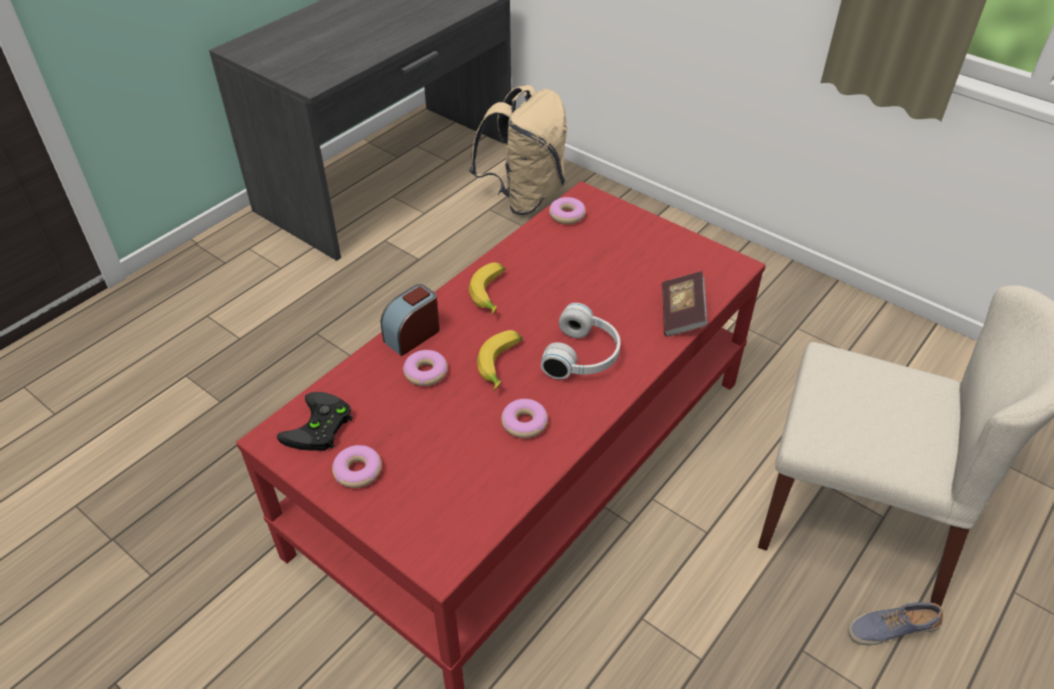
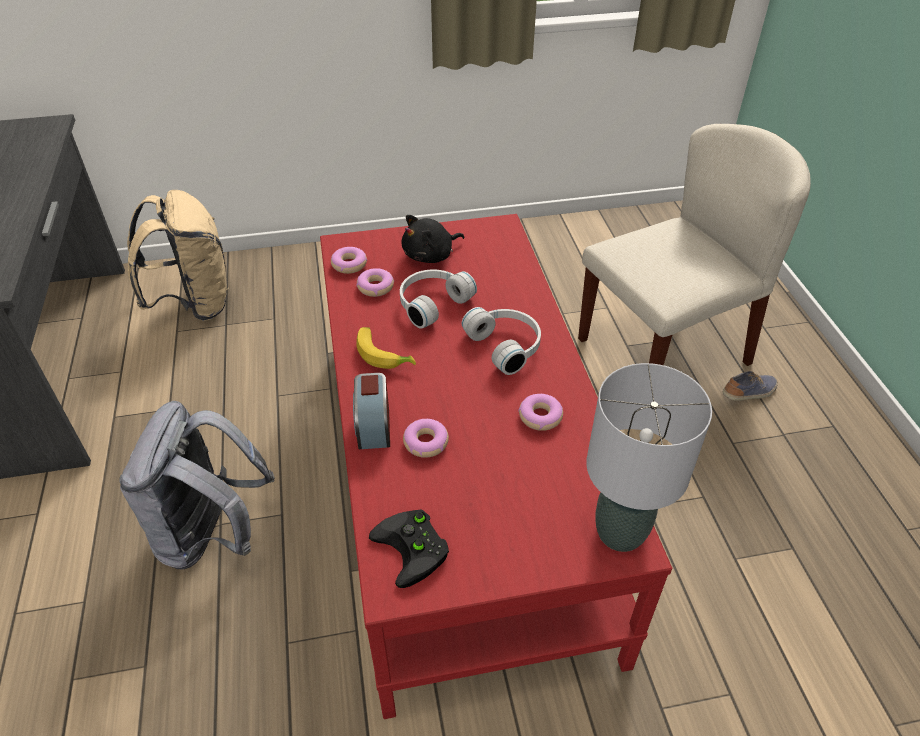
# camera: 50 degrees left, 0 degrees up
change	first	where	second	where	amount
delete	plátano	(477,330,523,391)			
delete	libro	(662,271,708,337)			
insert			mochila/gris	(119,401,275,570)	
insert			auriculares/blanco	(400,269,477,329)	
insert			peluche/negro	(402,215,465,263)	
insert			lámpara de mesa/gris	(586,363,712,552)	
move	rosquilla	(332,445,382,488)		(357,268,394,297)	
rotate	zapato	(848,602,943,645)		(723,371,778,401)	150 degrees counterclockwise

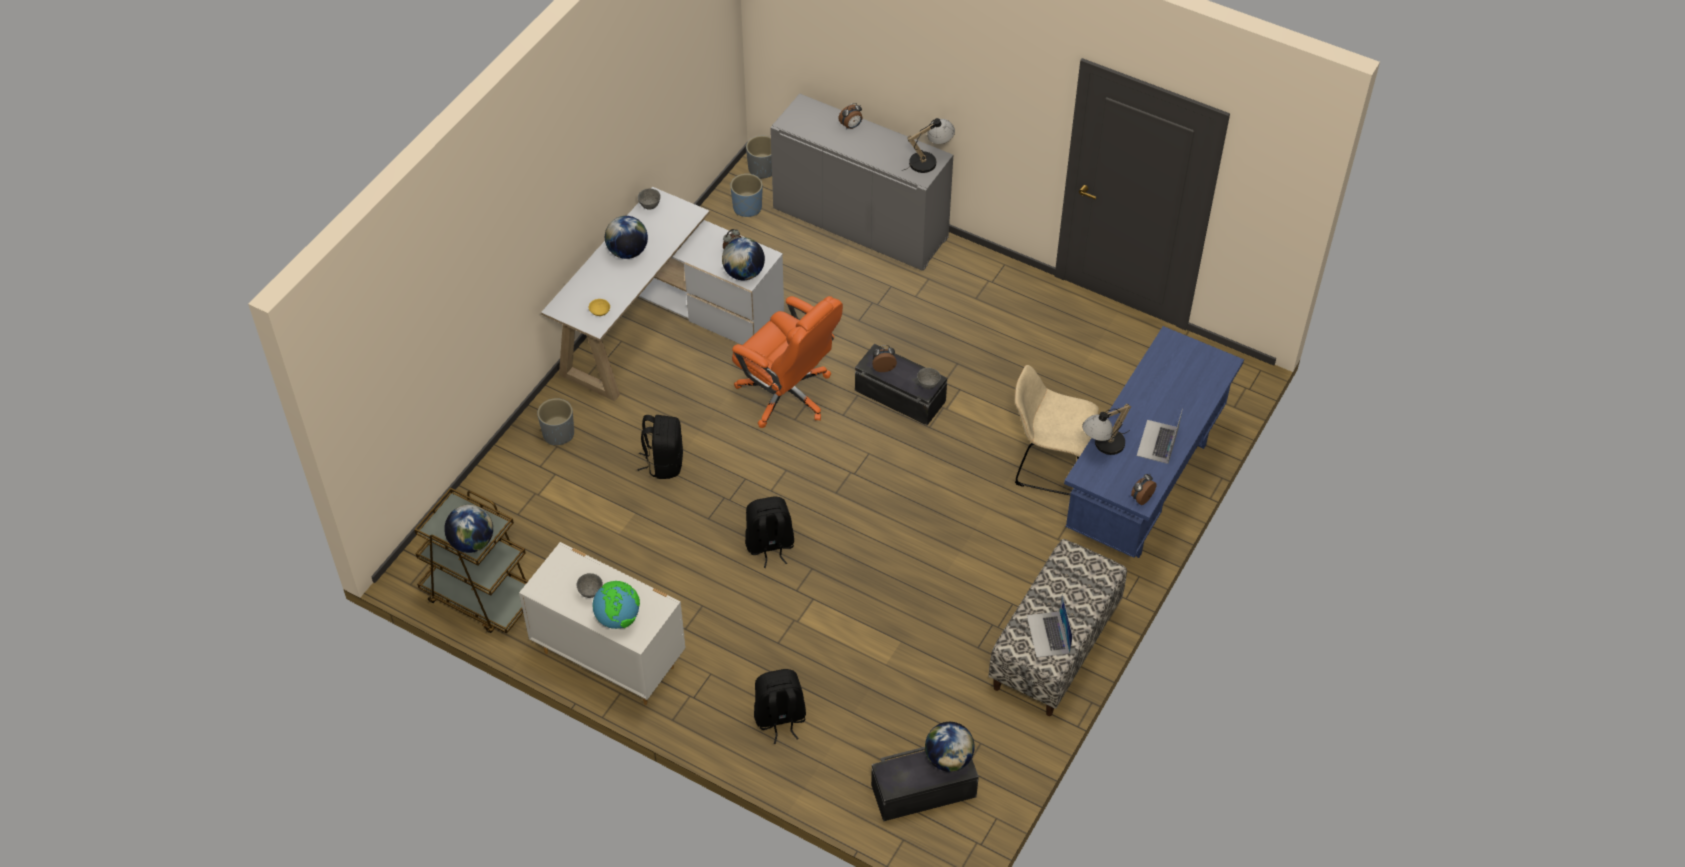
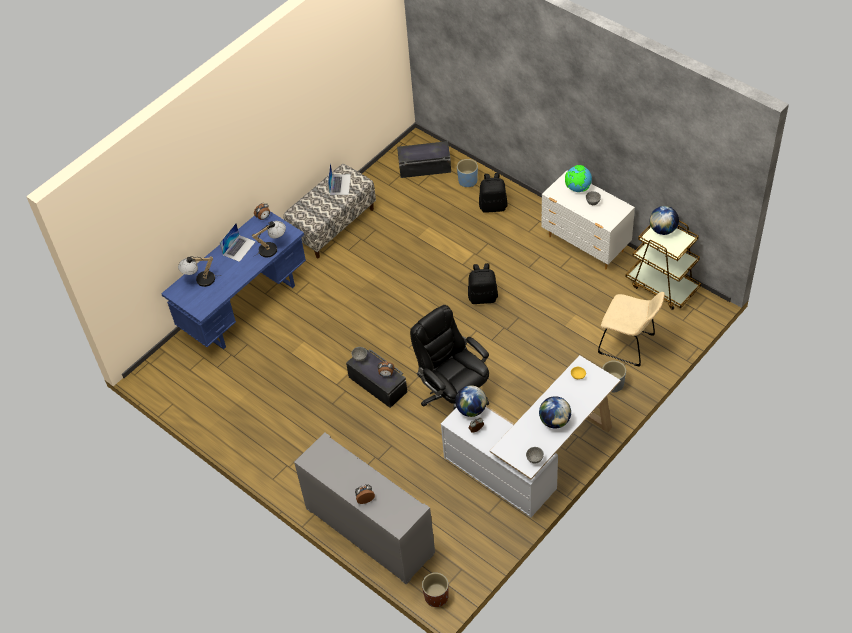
# camera: 165 degrees left, 0 degrees up
change	first	where	second	where	amount
delete	mochila/negro	(637,415,683,479)			
delete	globo terráqueo	(925,722,975,772)			
move	maceta/azul	(730,174,762,217)		(457,159,478,187)	
move	lámpara de mesa	(902,118,955,173)		(178,256,221,287)	
move	silla/beis	(1015,365,1099,495)		(598,292,665,367)	
recolor	silla de oficina/naranja	(732,296,843,428)	silla de oficina/negro	(410,305,489,410)	
recolor	maceta/gris	(746,136,772,179)	maceta/marrón	(422,573,449,607)	

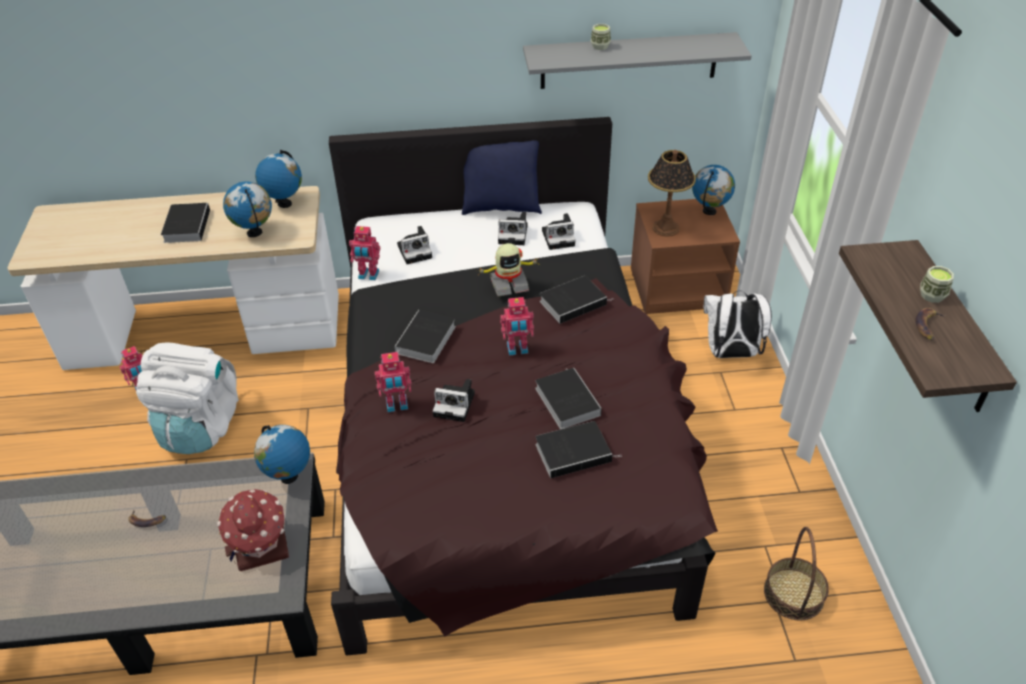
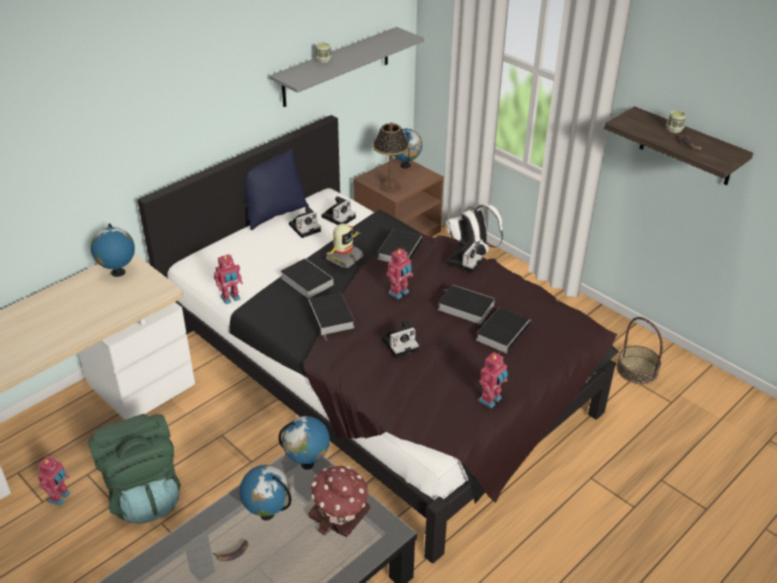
# camera: 40 degrees left, 5 degrees down
change	first	where	second	where	amount
move	libro	(161,203,210,243)		(280,258,334,298)	
move	globo terráqueo	(223,181,272,237)		(240,465,291,520)	
move	robot de juguete	(375,352,412,412)		(478,352,508,408)	
move	cámara	(397,226,432,264)		(446,240,483,273)	
recolor	mochila/blanco	(136,342,239,454)	mochila/verde	(88,414,181,524)	

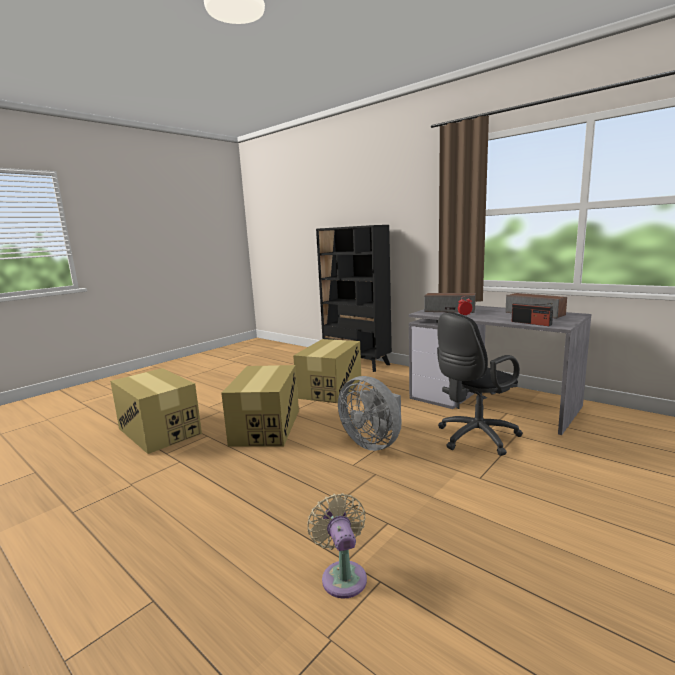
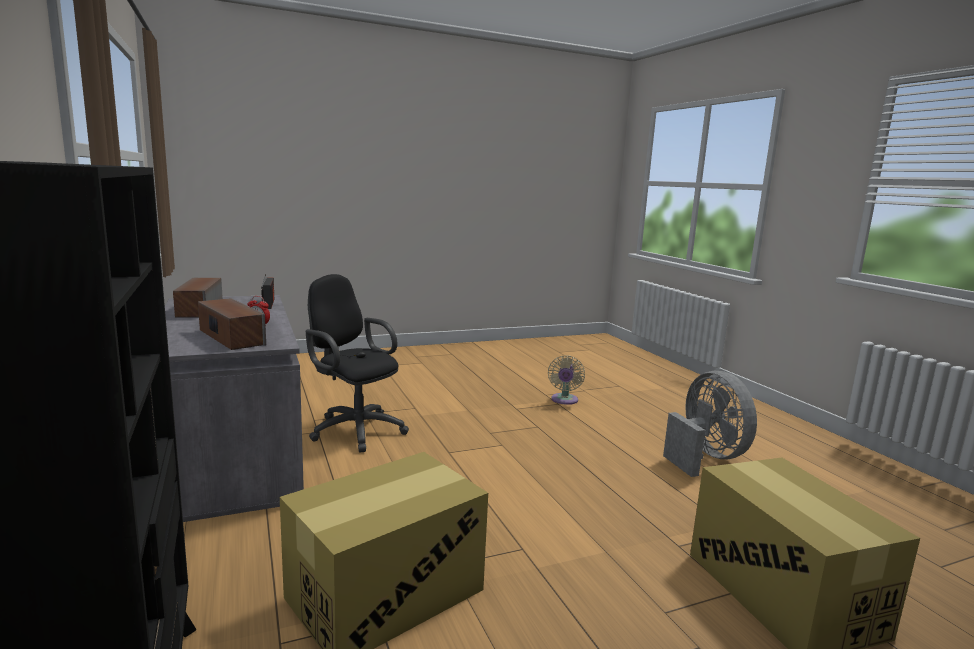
# camera: 155 degrees left, 0 degrees up
change	first	where	second	where	amount
delete	caja de cartón	(221,365,299,446)			
move	ventilador/gris	(338,376,402,451)		(663,371,757,477)	
rotate	silla de oficina/negro	(437,312,523,456)		(306,274,409,452)	135 degrees counterclockwise

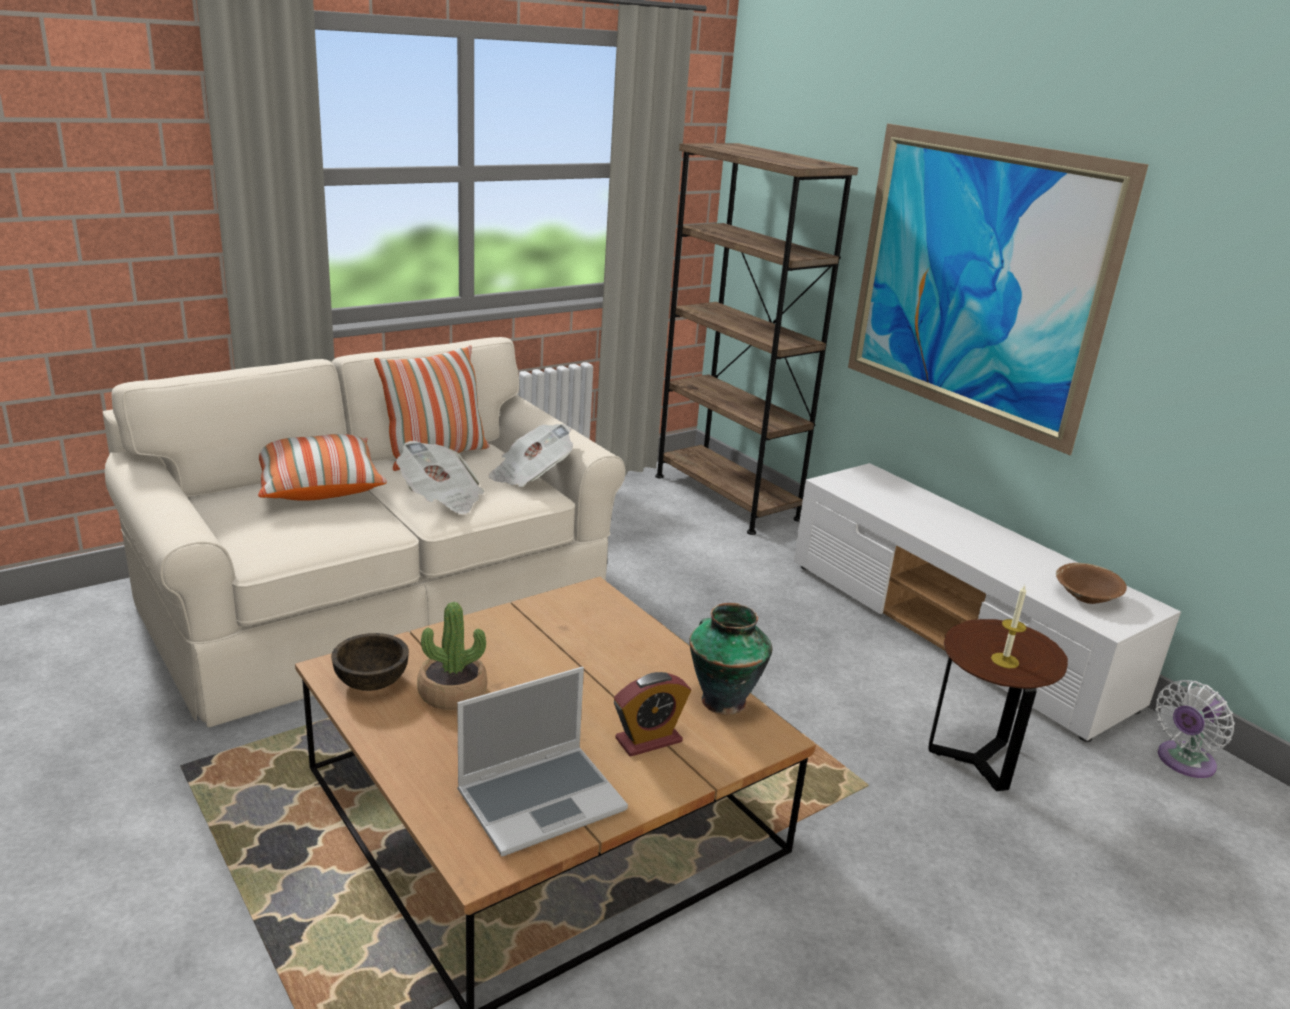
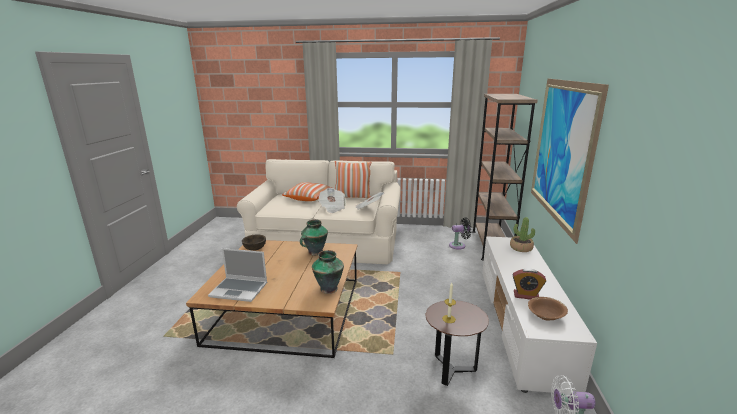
# camera: 45 degrees right, 5 degrees down
change	first	where	second	where	amount
insert			florero	(300,219,328,256)	
insert			ventilador/negro	(449,218,471,250)	
move	planta en maceta	(417,602,487,710)		(510,217,535,252)	
move	despertador	(614,672,691,757)		(513,268,546,300)	

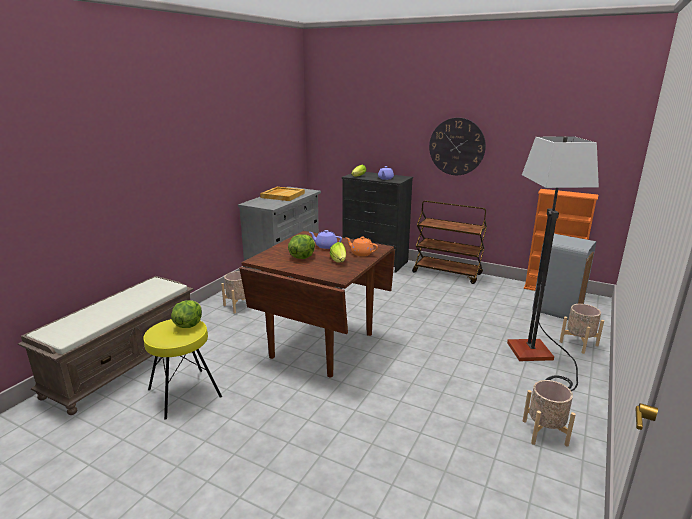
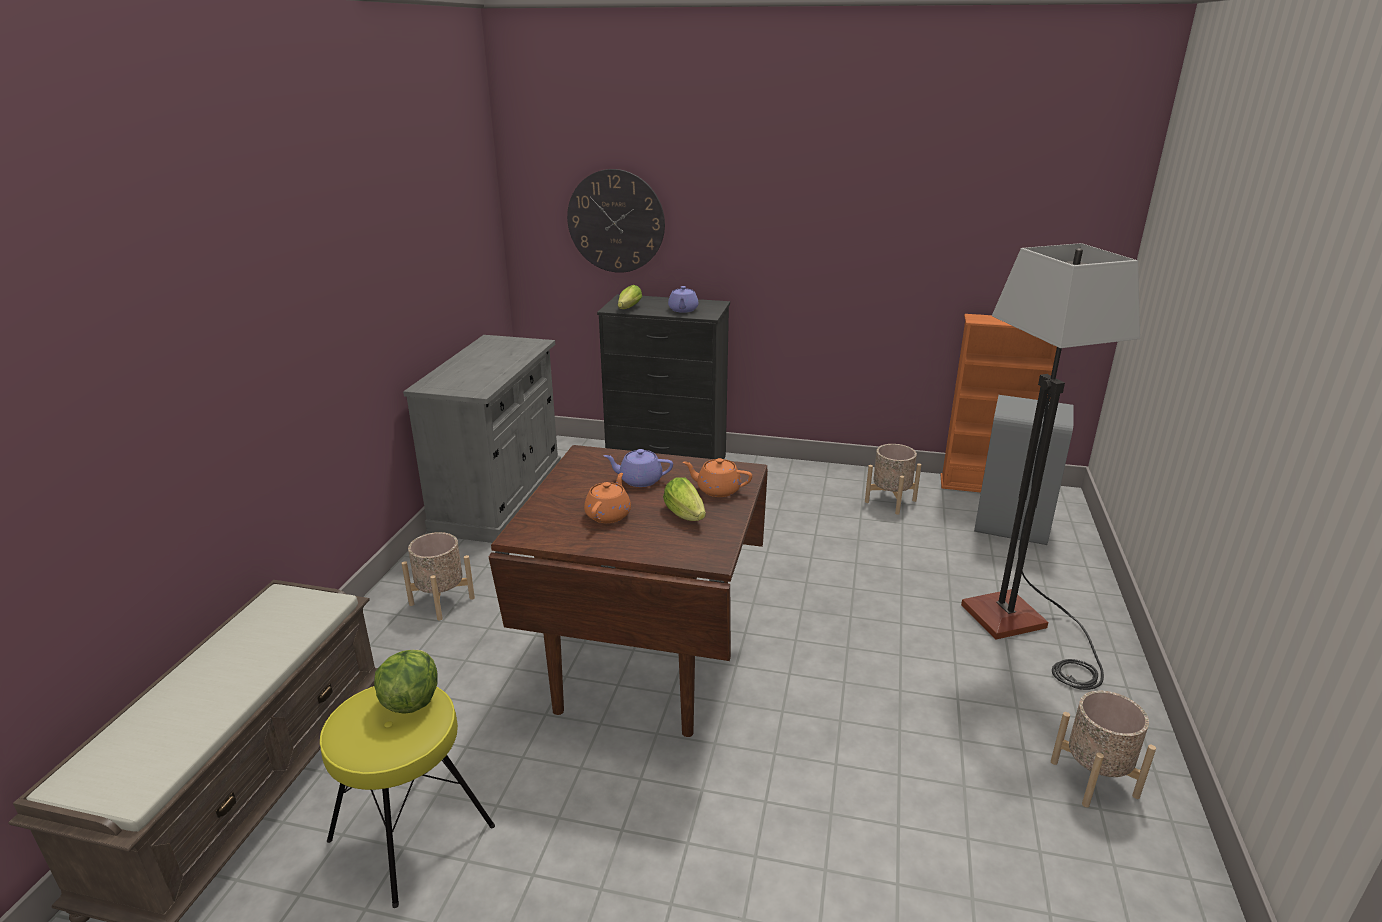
# camera: 15 degrees left, 5 degrees up
change	first	where	second	where	amount
delete	bandeja/beis	(260,187,305,201)			
delete	carrito/marrón	(412,201,487,284)			
move	reloj de pared	(429,118,486,175)		(567,169,665,273)	
move	maceta/beis	(559,304,604,354)		(865,444,921,515)	
replace	lechuga	(288,234,315,259)	tetera/naranja	(584,473,631,523)	

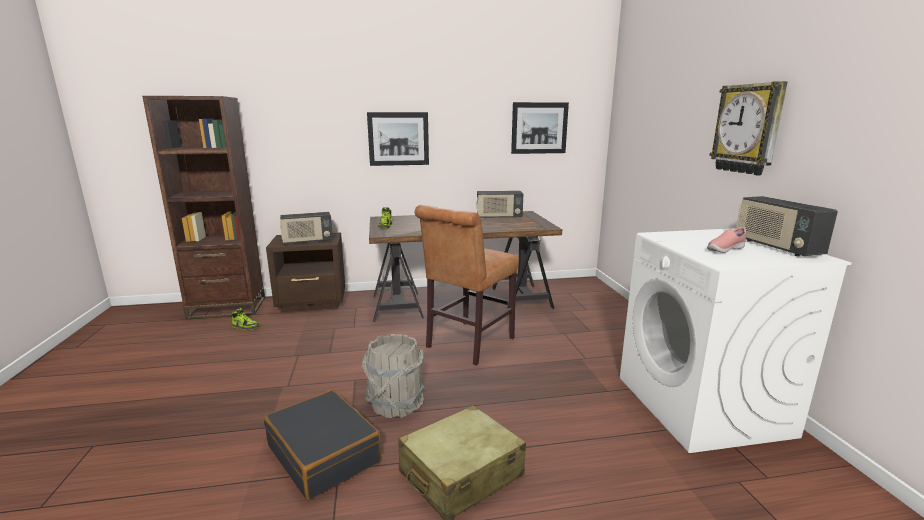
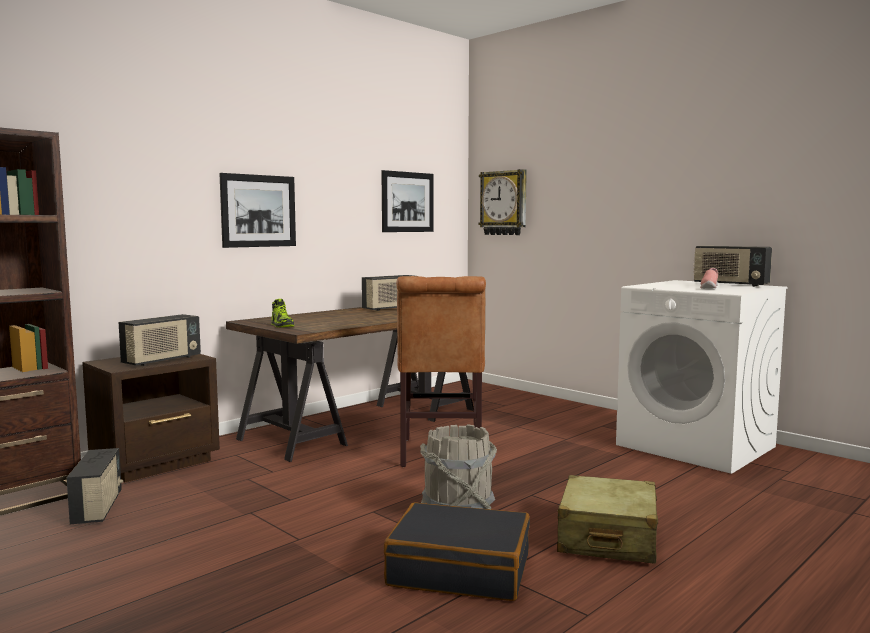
# camera: 35 degrees left, 10 degrees down
change	first	where	second	where	amount
move	reloj de pared	(710,81,788,176)		(478,169,527,235)	
replace	zapato	(232,308,259,330)	radio	(67,448,123,524)	

